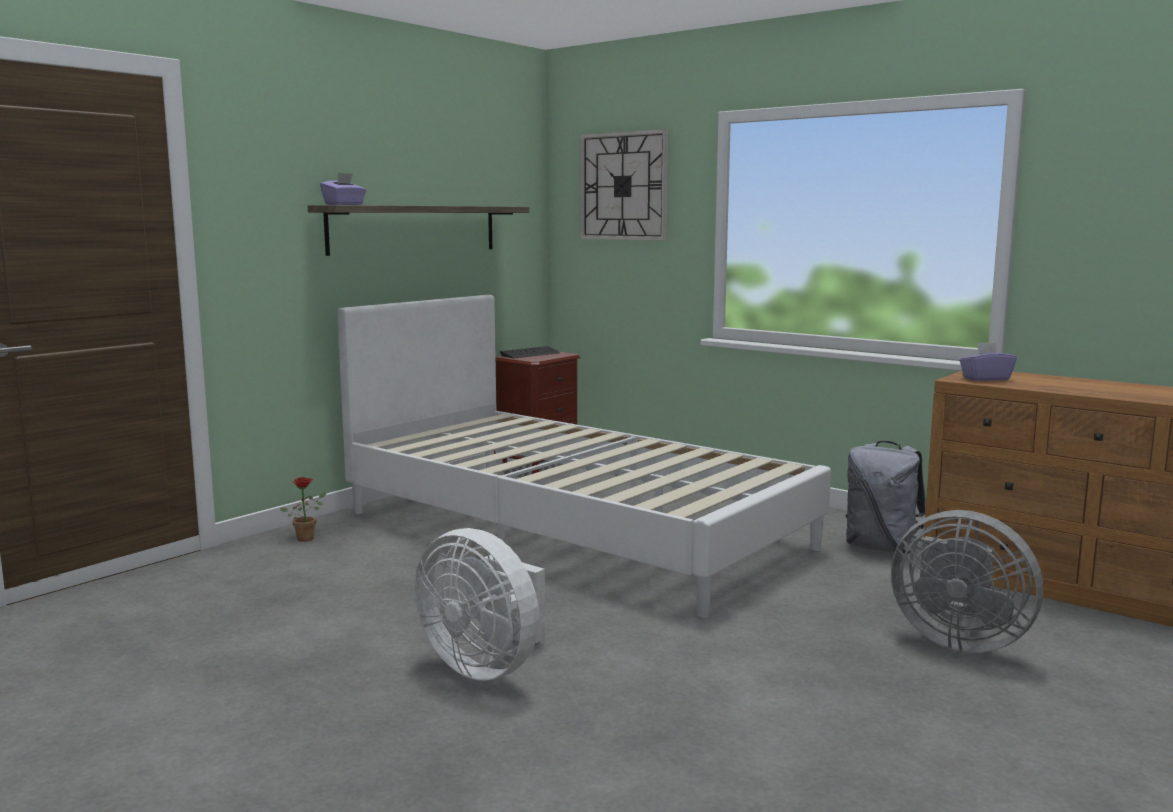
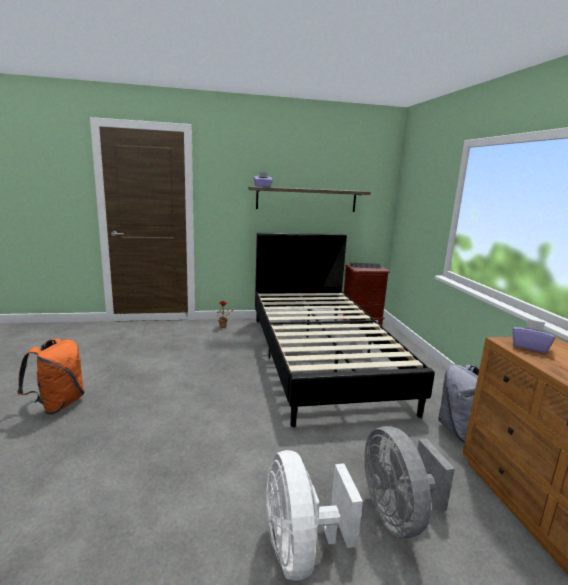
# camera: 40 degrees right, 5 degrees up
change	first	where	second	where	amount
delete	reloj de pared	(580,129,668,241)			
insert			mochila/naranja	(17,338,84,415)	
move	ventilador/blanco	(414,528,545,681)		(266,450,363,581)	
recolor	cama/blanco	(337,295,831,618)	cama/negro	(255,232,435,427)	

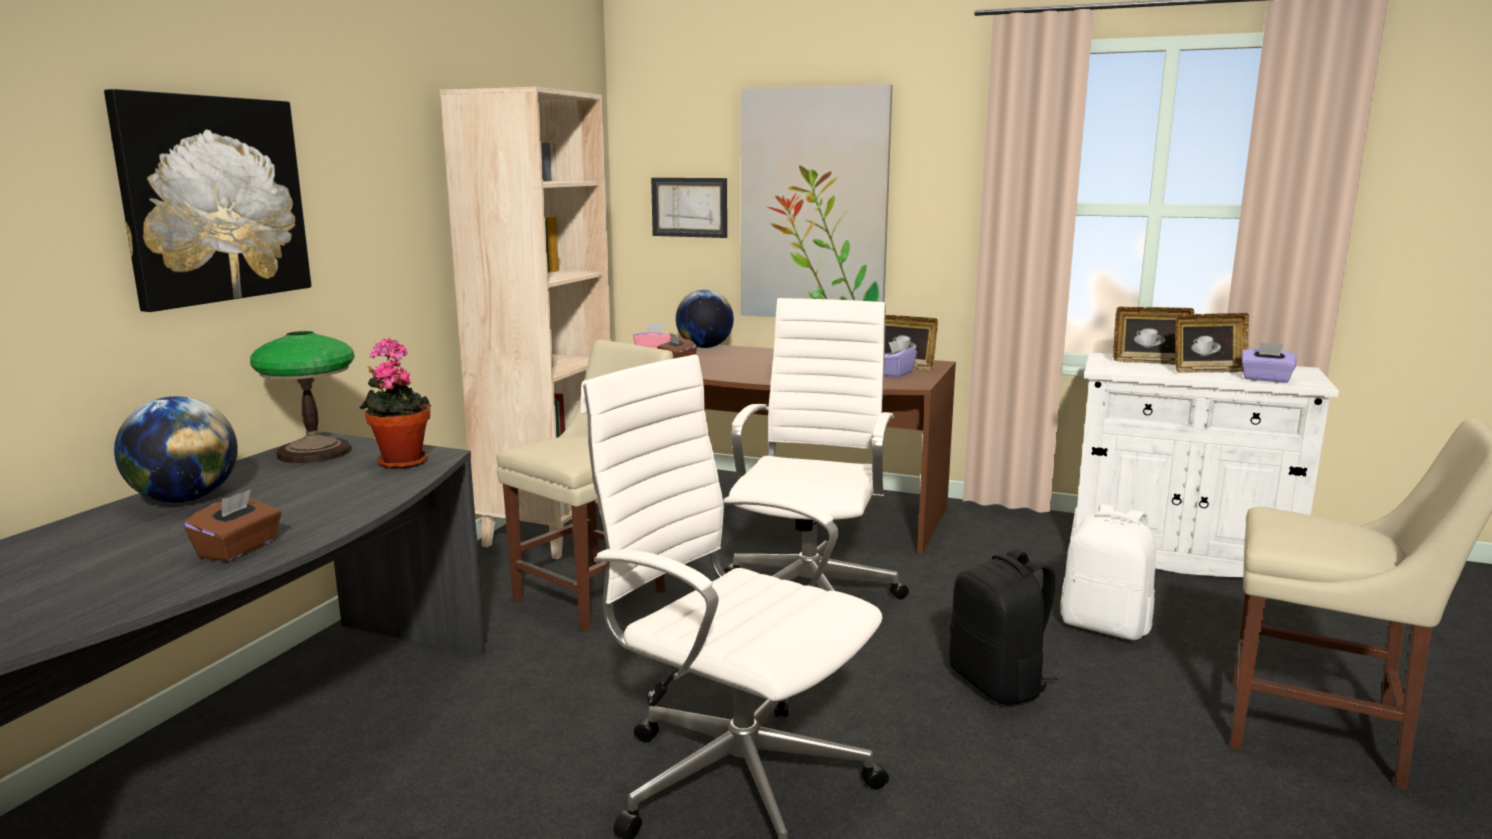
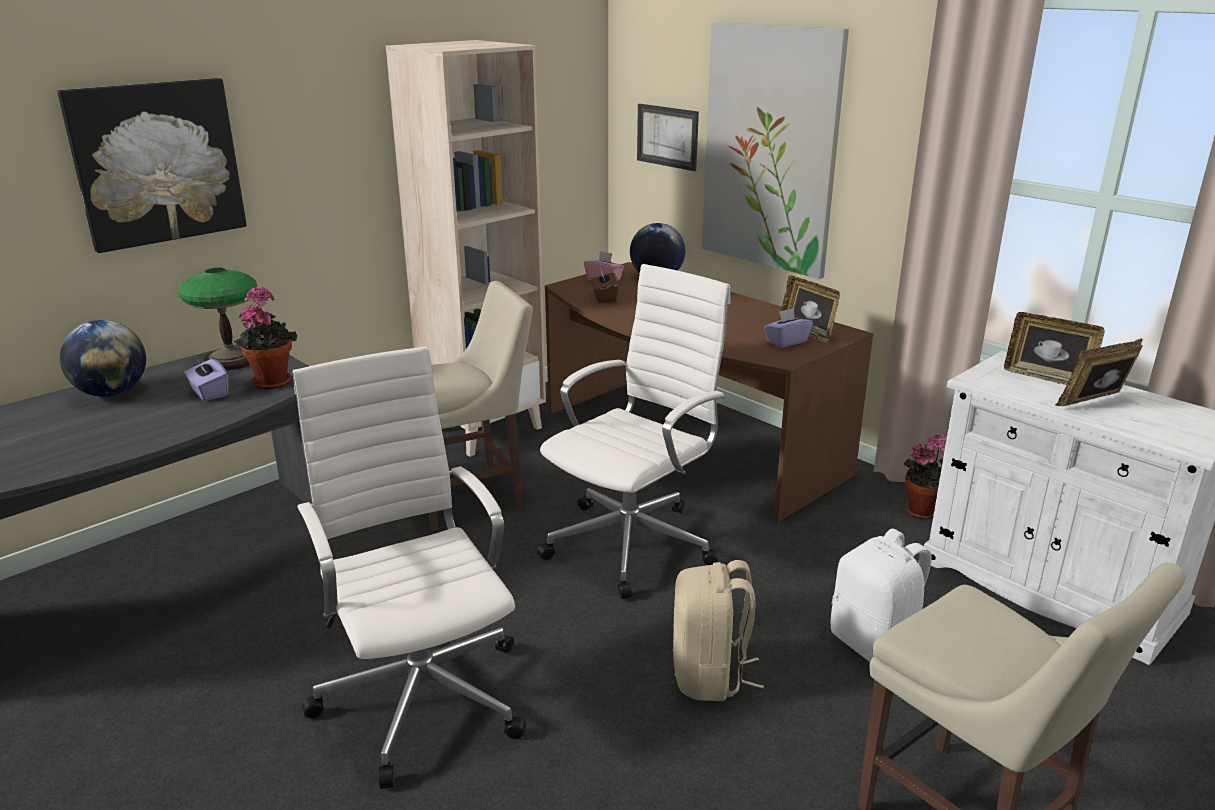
# camera: 25 degrees right, 10 degrees up
change	first	where	second	where	amount
delete	caja de pañuelos/marrón	(184,489,282,562)			
insert			planta en maceta	(904,434,947,519)	
move	caja de pañuelos/morado	(1242,342,1296,383)		(184,358,228,401)	
recolor	mochila/negro	(949,549,1058,705)	mochila/beis	(673,560,764,701)	
rotate	portarretratos	(1175,313,1249,373)		(1055,339,1143,407)	135 degrees clockwise

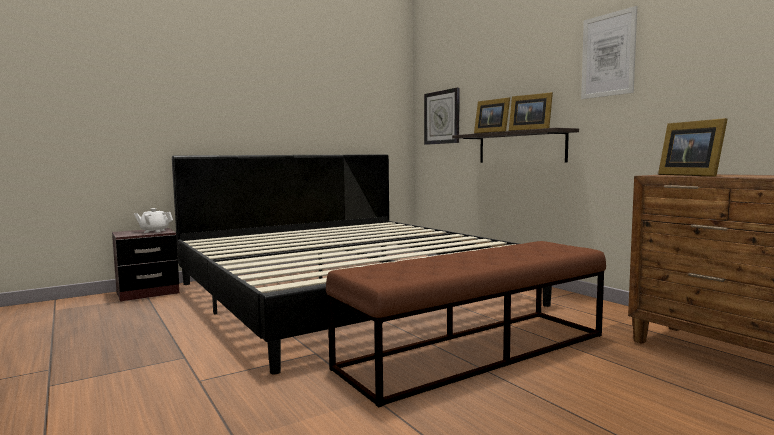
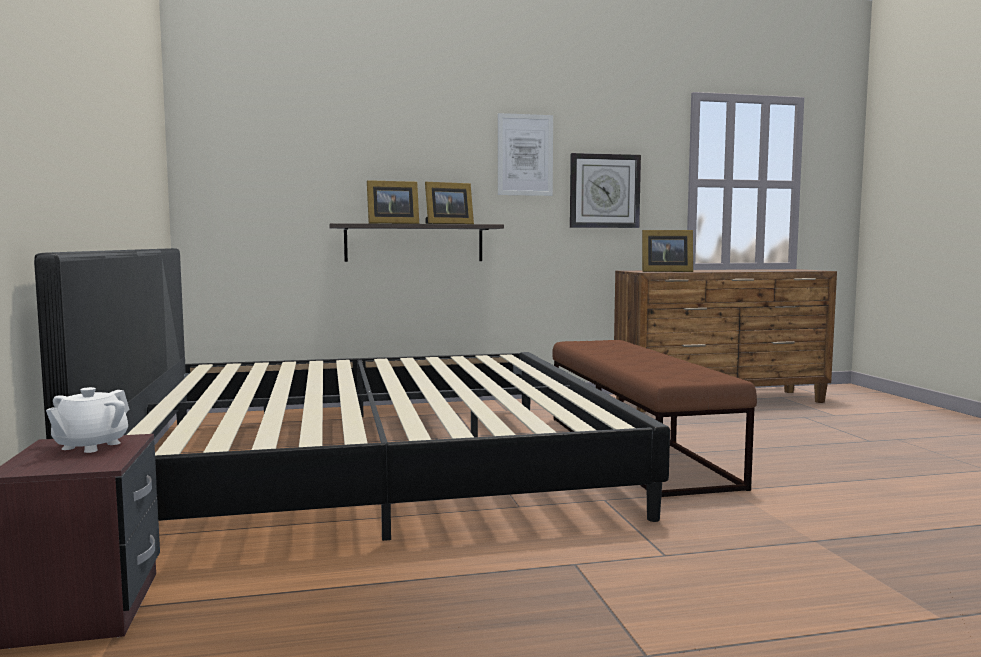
# camera: 70 degrees left, 0 degrees up
change	first	where	second	where	amount
move	reloj de pared	(424,88,460,145)		(570,153,641,228)	

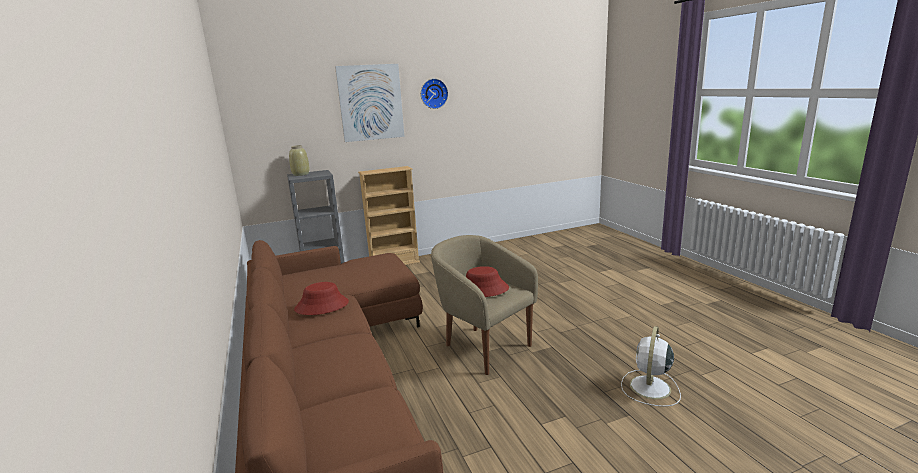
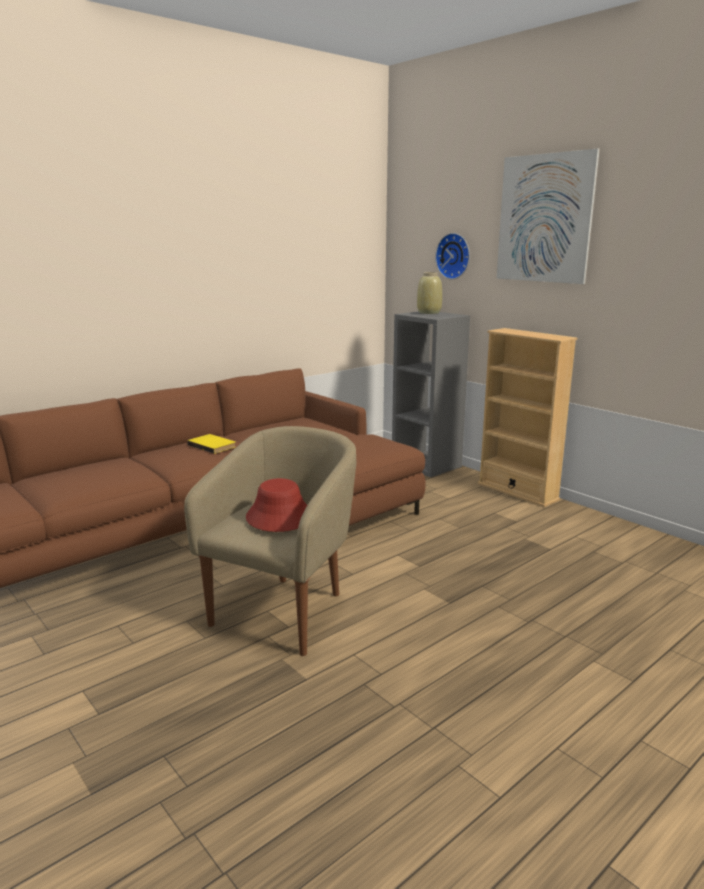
# camera: 70 degrees right, 0 degrees up
change	first	where	second	where	amount
delete	ventilador/blanco	(621,326,681,407)			
move	reloj de pared	(421,79,448,109)		(435,233,470,279)	
replace	sombrero/rojo	(294,282,349,315)	libro/amarillo	(187,434,236,454)	

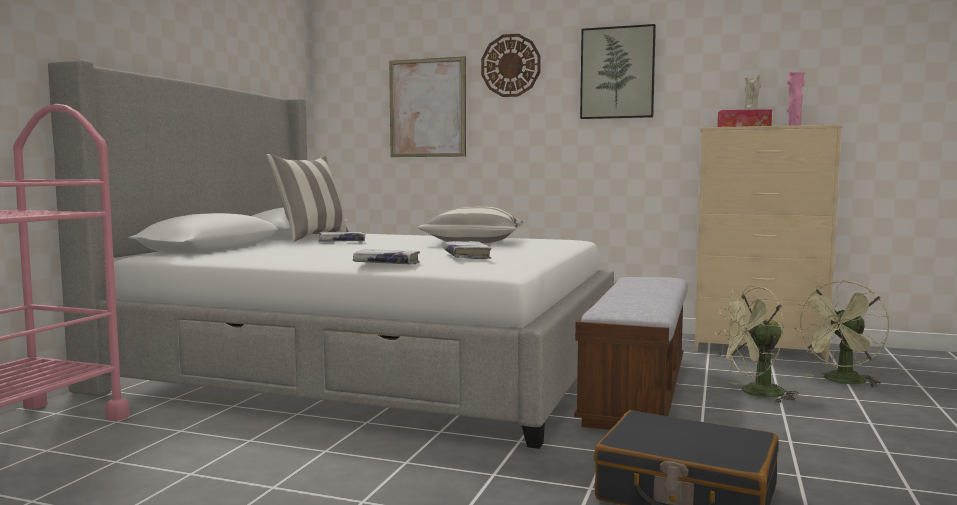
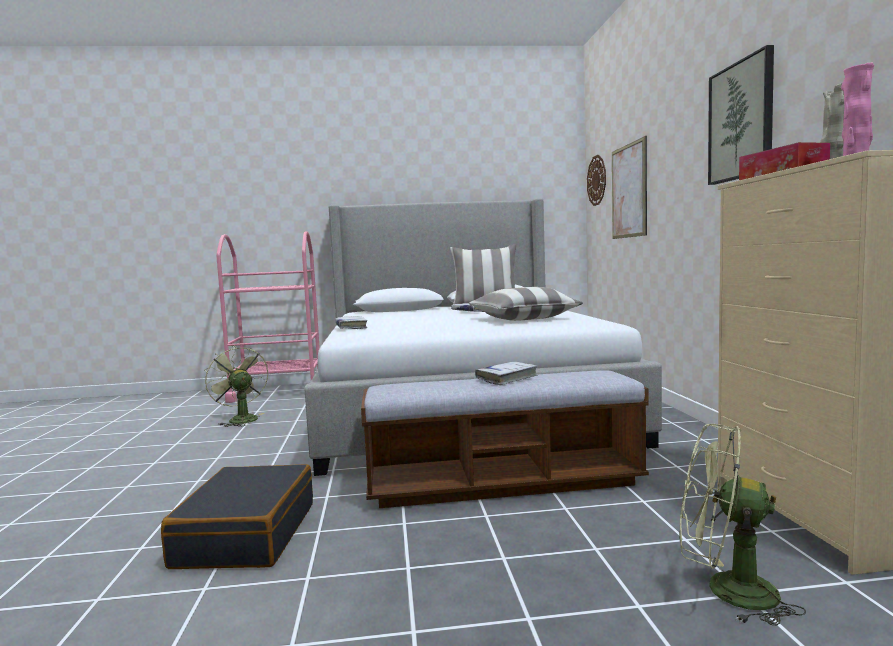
# camera: 65 degrees right, 0 degrees up
change	first	where	second	where	amount
move	libro/blanco	(444,241,492,260)		(475,362,538,385)	
move	reloj de pared	(481,34,541,97)		(587,155,606,206)	
move	ventilador/verde	(715,286,799,403)		(204,345,268,427)	

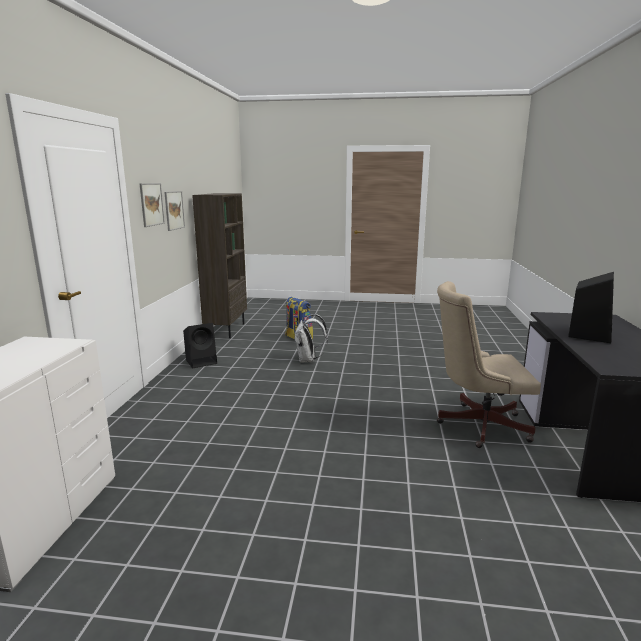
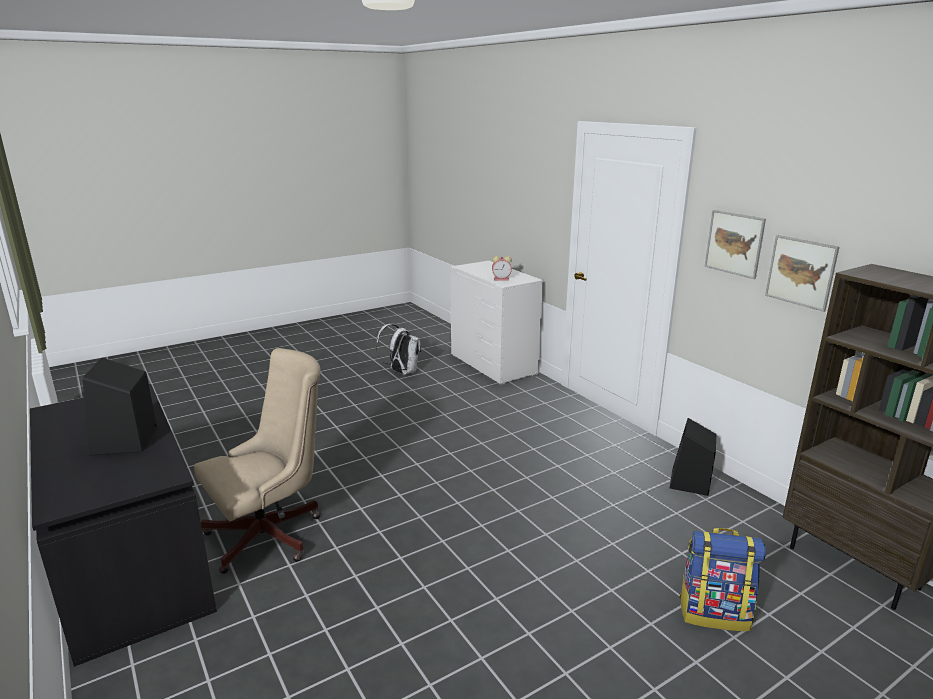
# camera: 140 degrees right, 5 degrees up
change	first	where	second	where	amount
insert			despertador	(492,256,512,281)	
move	mochila/blanco	(294,314,328,362)		(376,324,421,375)	

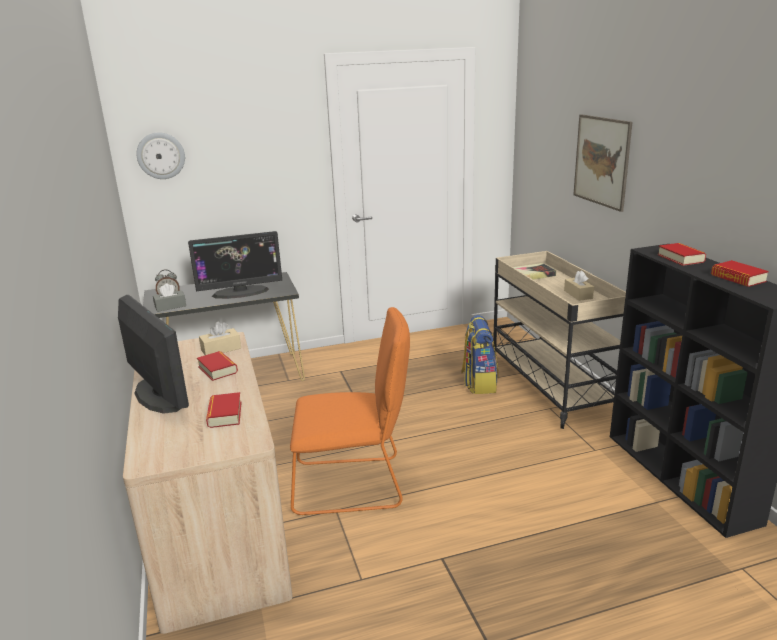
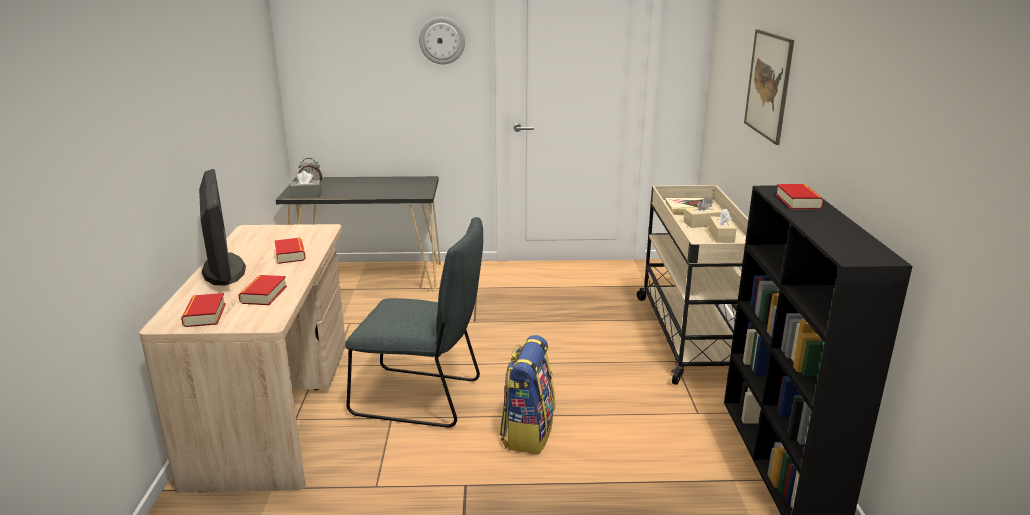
# camera: 15 degrees right, 0 degrees up
change	first	where	second	where	amount
delete	monitor	(188,231,282,299)			
move	reloj de pared	(136,132,185,179)		(419,17,465,64)	
move	caja de pañuelos/beis	(199,321,241,355)		(683,197,721,228)	
move	mochila	(461,315,499,394)		(500,335,555,454)	
move	libro	(711,260,769,287)		(181,293,226,327)	
recolor	silla/naranja	(290,307,410,515)	silla/gris	(345,217,483,427)	

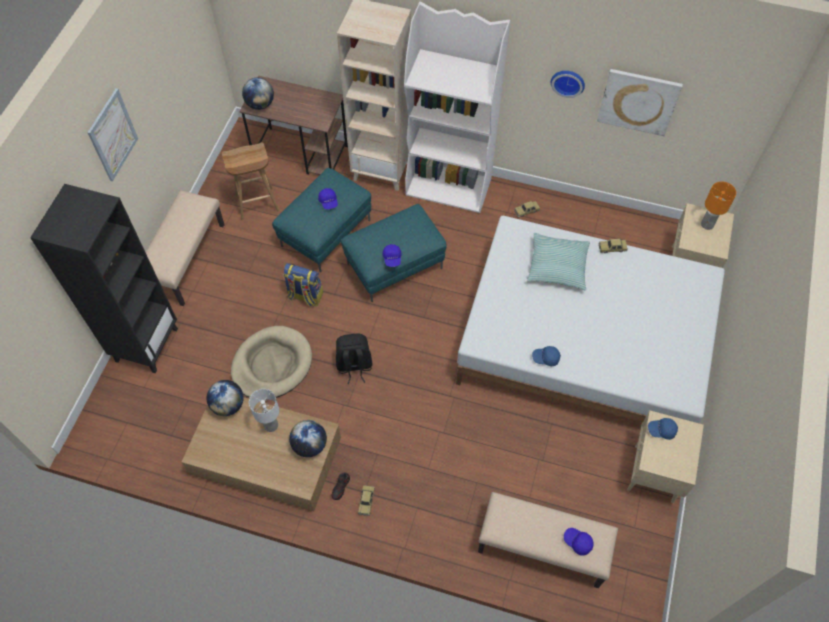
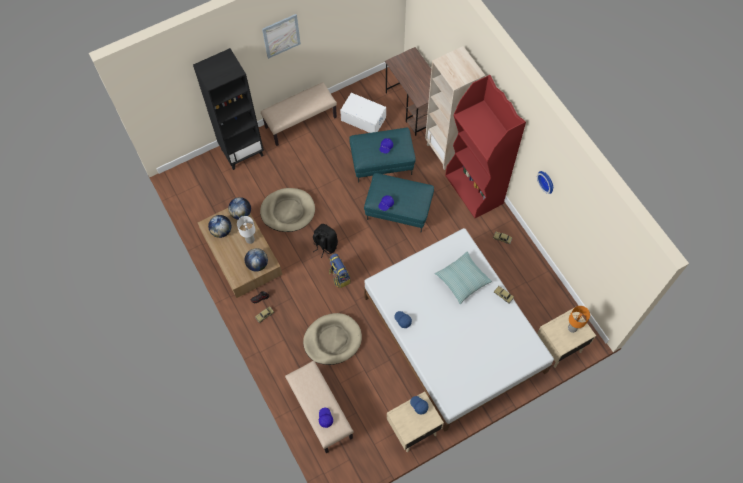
# camera: 45 degrees right, 5 degrees up
change	first	where	second	where	amount
delete	cuadro	(597,69,683,136)			
insert			cama para perro/beis	(303,313,362,365)	
move	globo terráqueo	(242,78,274,110)		(208,215,231,238)	
move	mochila	(284,263,323,307)		(329,253,351,288)	
replace	taburete/marrón	(222,142,279,220)	caja de almacenaje/blanco	(340,93,386,133)	
recolor	estantería/blanco	(404,2,510,213)	estantería/rojo	(445,75,526,218)	

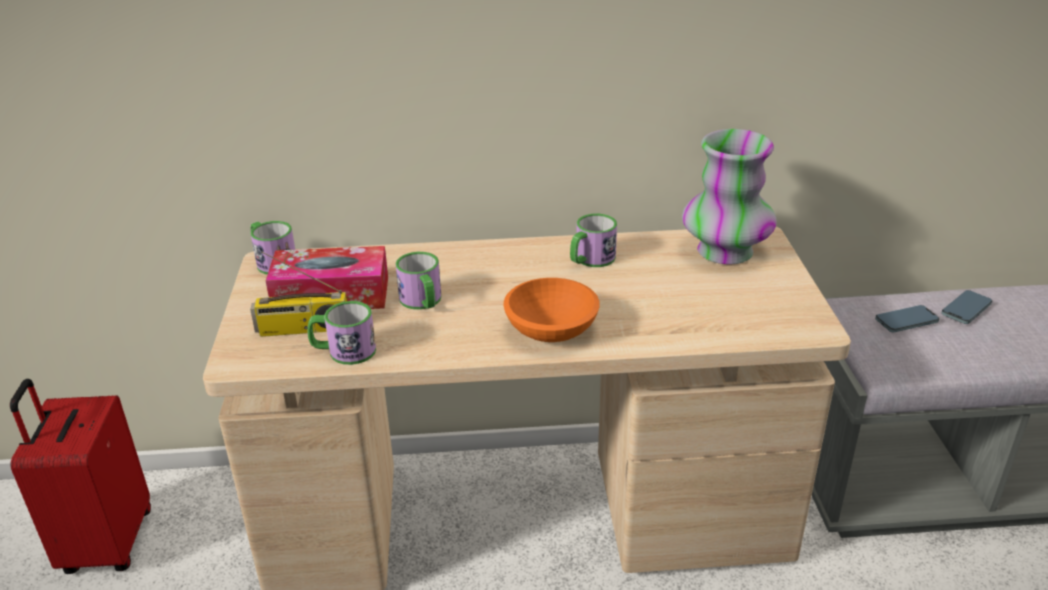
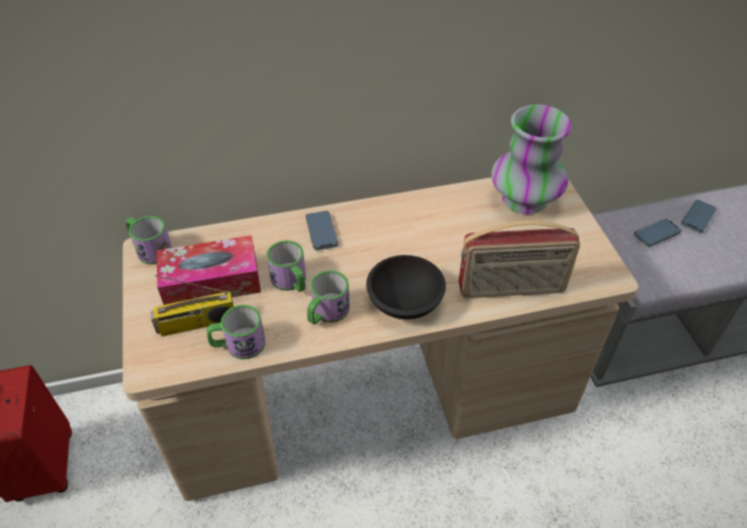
# camera: 10 degrees left, 15 degrees up
change	first	where	second	where	amount
insert			móvil	(306,211,338,250)	
insert			radio	(459,220,580,298)	
move	taza grande	(570,214,617,267)		(307,270,350,325)	
recolor	cuenco/naranja	(503,278,600,342)	cuenco/negro	(366,255,446,320)	

